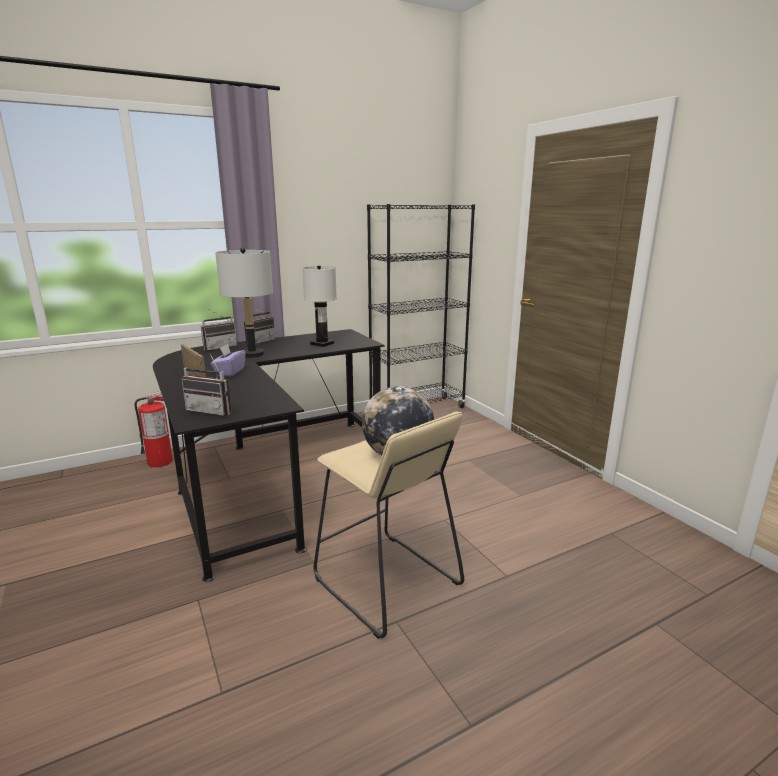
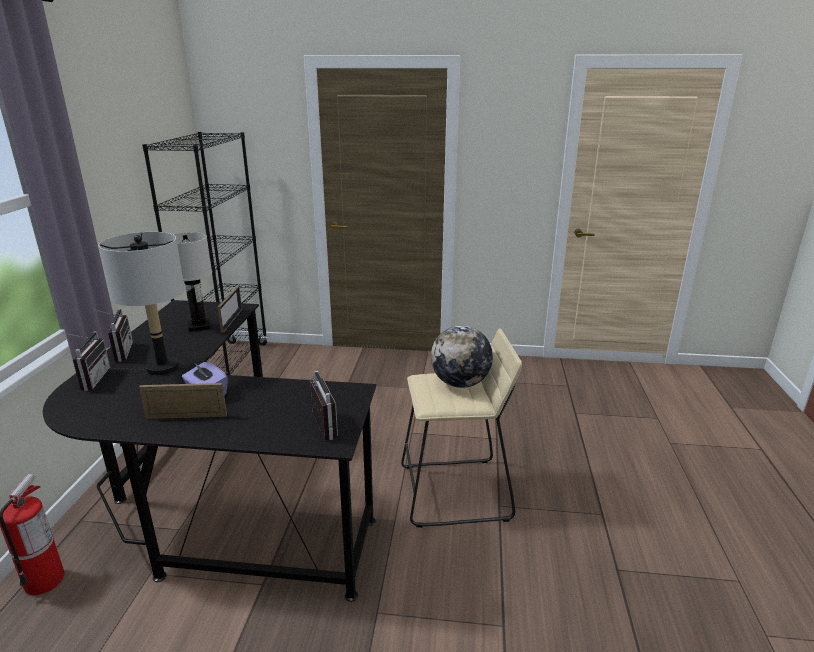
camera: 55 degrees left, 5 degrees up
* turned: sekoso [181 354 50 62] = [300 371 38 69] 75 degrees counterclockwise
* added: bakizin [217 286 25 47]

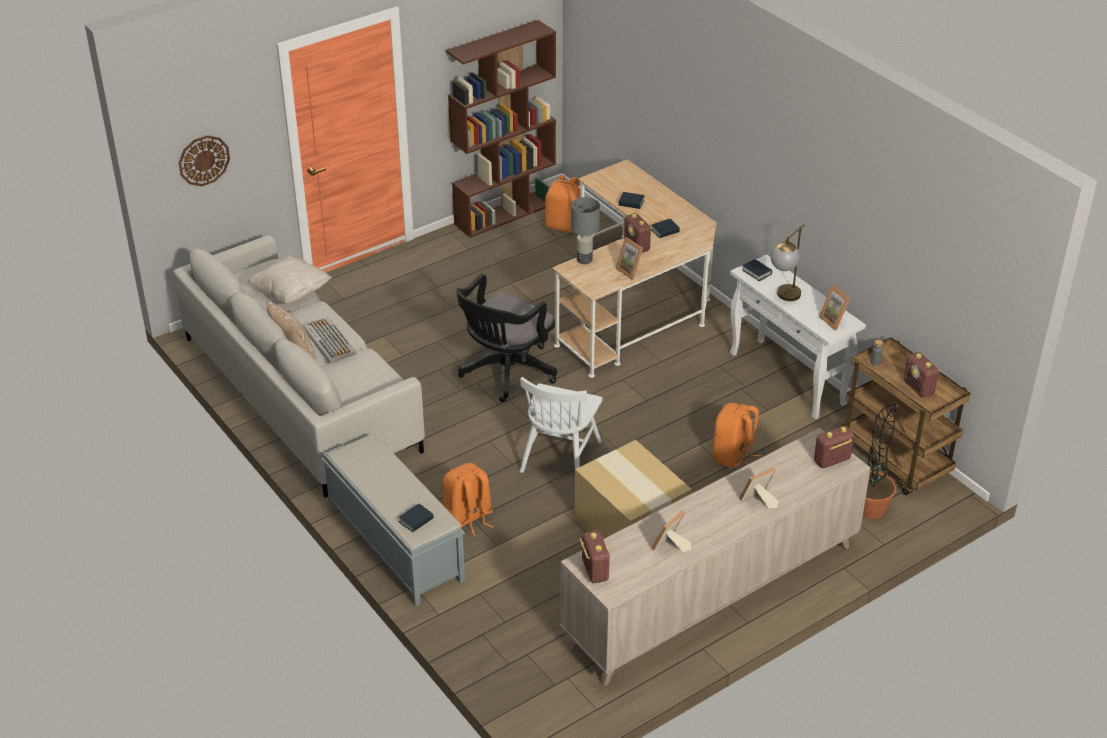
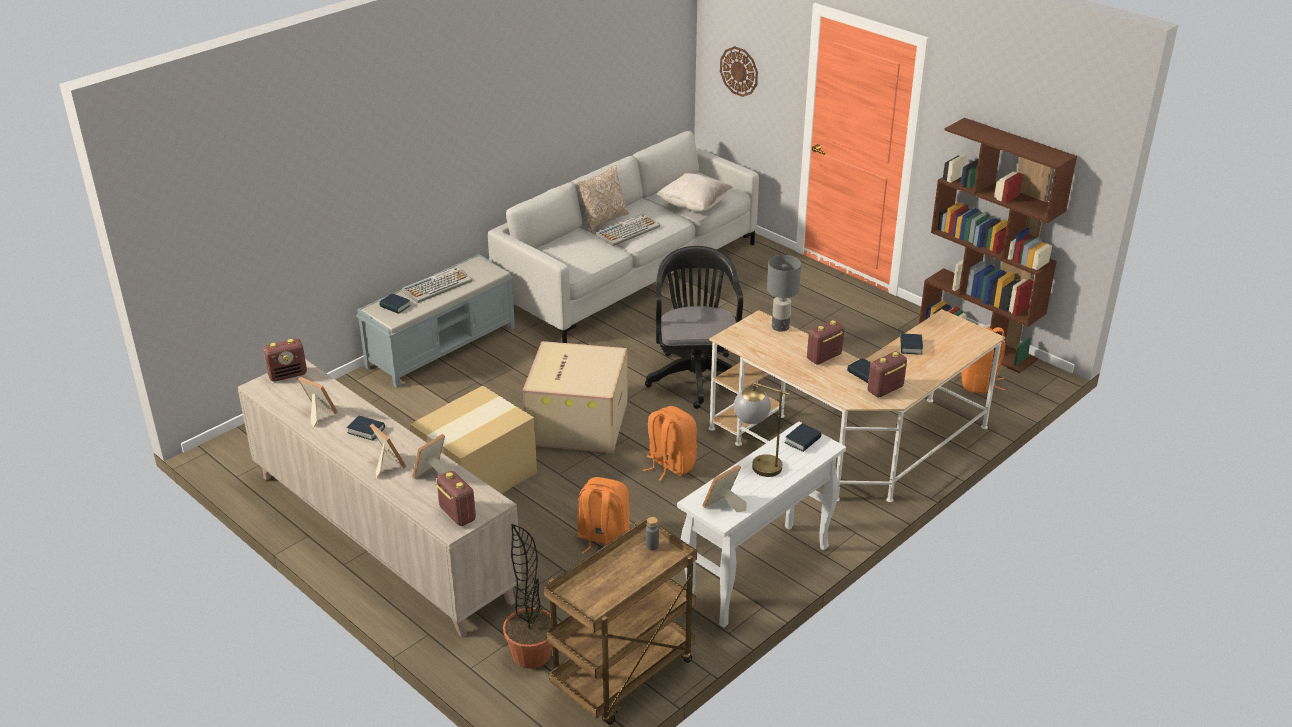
camera: 80 degrees right, 5 degrees down
* moved: bakizin [615 237 28 43] to [412 434 43 45]
* turned: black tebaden [456 274 101 128] = [645 246 98 163] 60 degrees clockwise
* moved: sekoso [904 352 36 46] to [868 351 39 47]
* replaced: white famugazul [520 377 83 96] to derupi [522 341 106 112]
* moved: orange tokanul [443 463 50 73] to [643 406 54 75]
* added: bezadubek [402 267 70 36]
* added: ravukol [347 416 38 25]

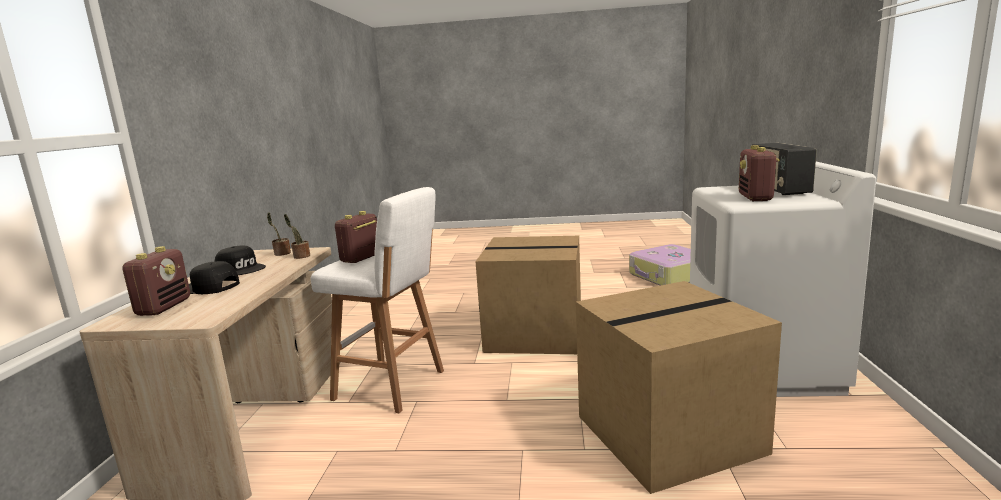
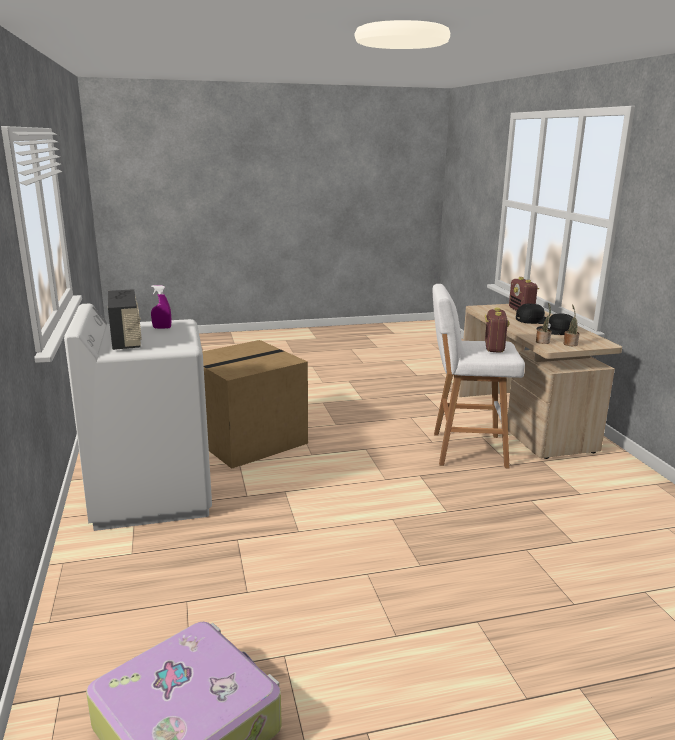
camera: 160 degrees right, 5 degrees up
* replaced: sekoso [739 145 41 56] to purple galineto [151 285 20 44]
* removed: derupi [475 236 106 118]

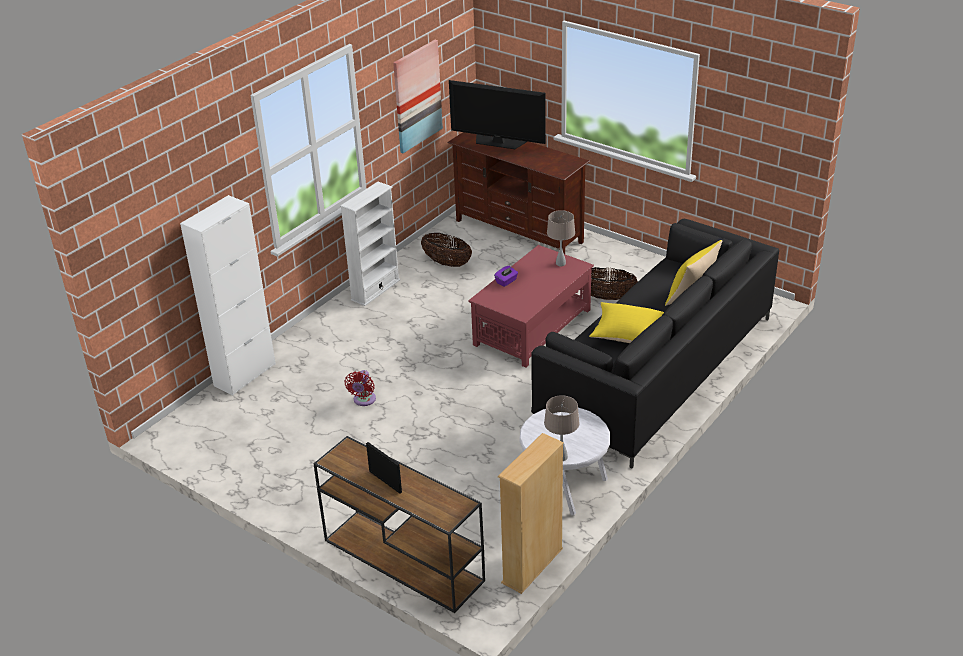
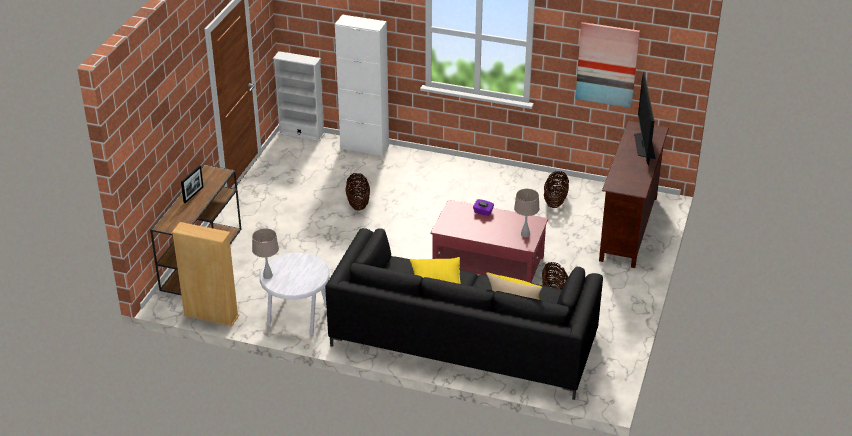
camera: 70 degrees right, 0 degrees up
* moved: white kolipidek [340 182 60 124] to [273 51 52 91]
* replaced: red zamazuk [344 370 32 36] to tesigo [345 173 25 38]

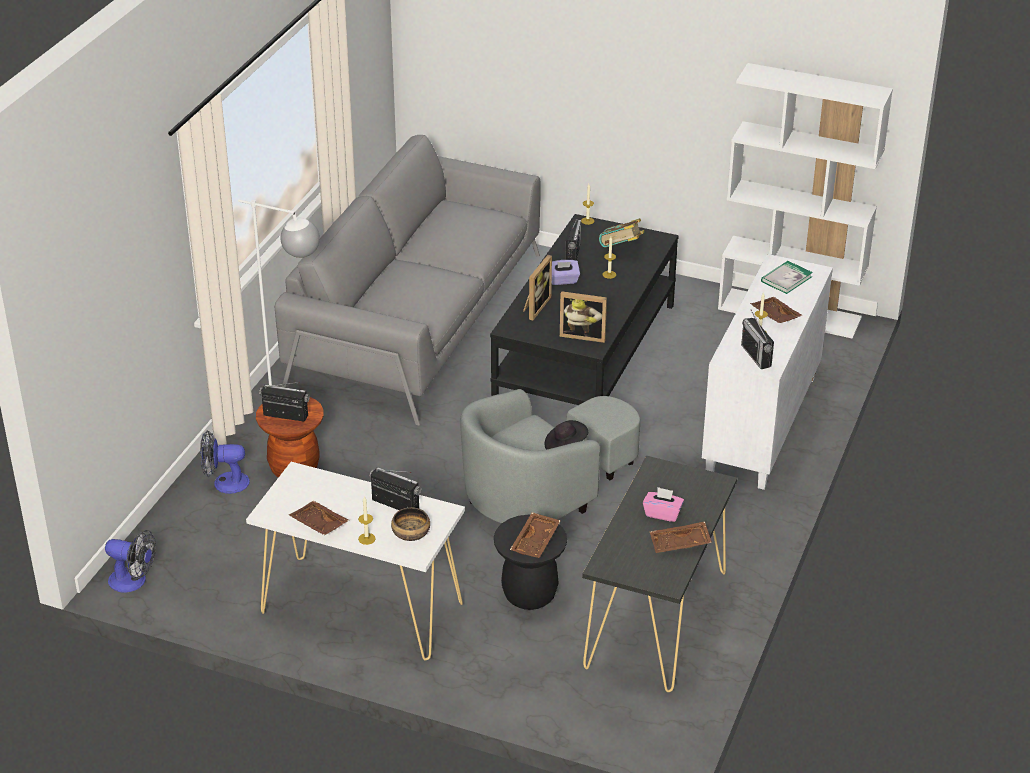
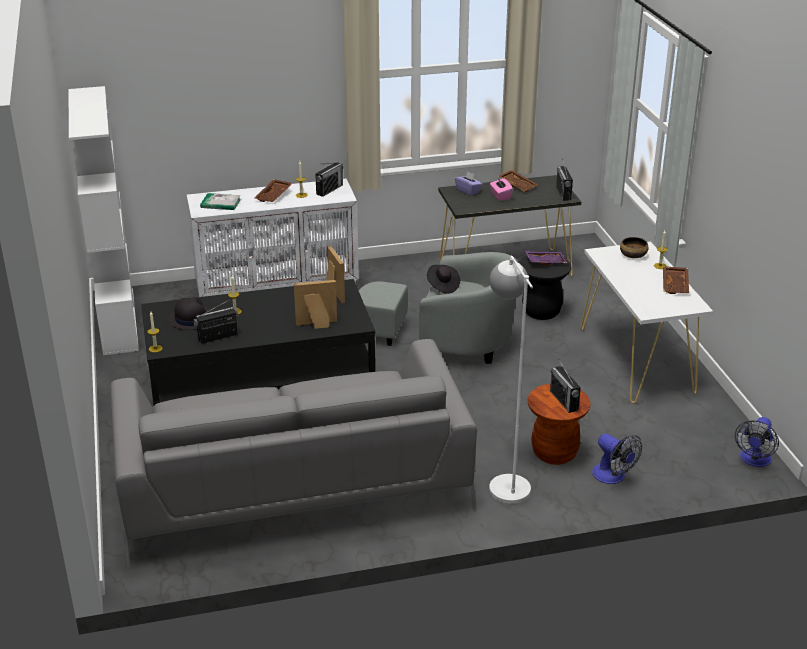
camera: 125 degrees left, 5 degrees down
* replaced: ravukol [599 218 45 29] to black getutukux [168 297 45 33]
* moved: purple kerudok [552 260 28 25] to [455 171 27 25]
* moved: sekoso [369 467 52 43] to [556 159 17 42]
* recoloured: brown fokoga [510 512 51 46] to purple fokoga [525 251 42 15]
* turned: zamazuk [105 530 51 63] = [735 417 44 50] 135 degrees counterclockwise

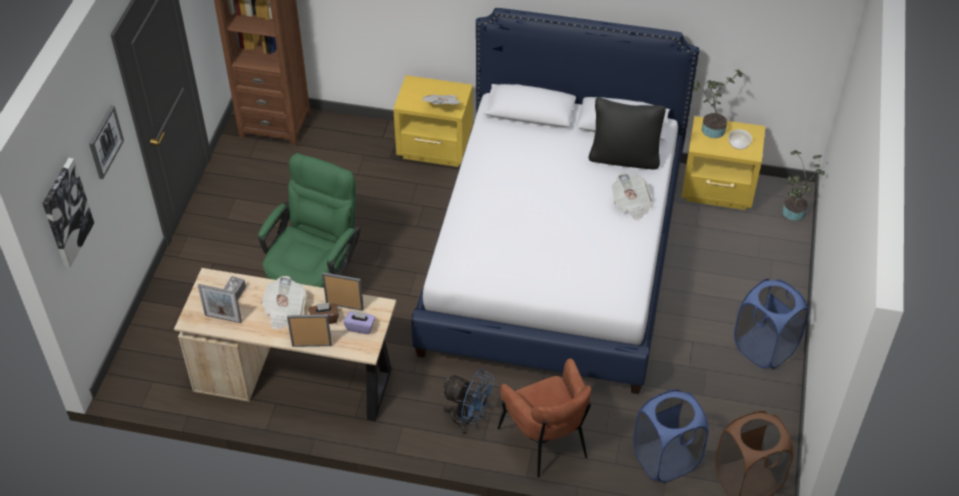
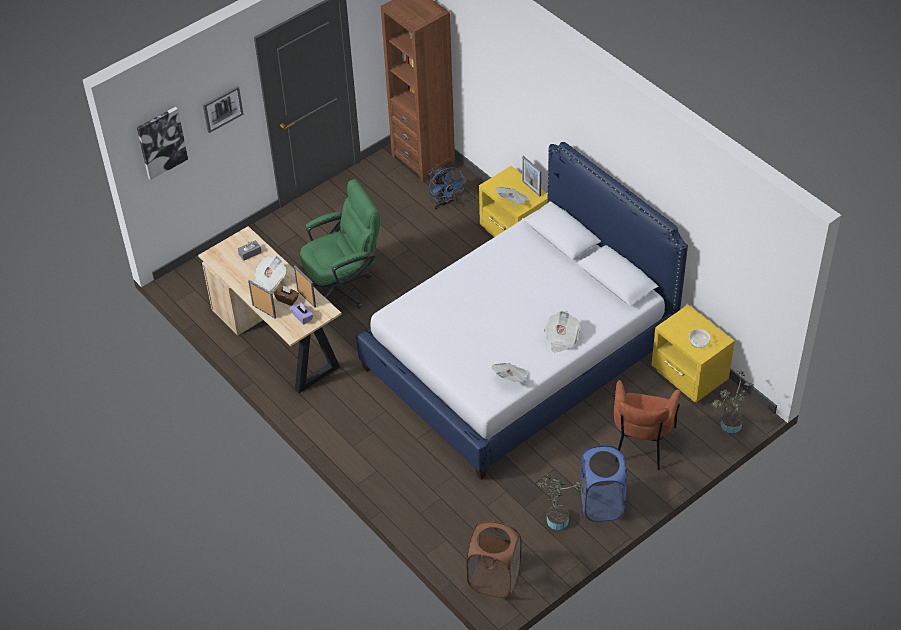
camera: 40 degrees right, 0 degrees up
* moved: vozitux [693 70 50 68] to [537 472 44 58]
* removed: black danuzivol [589 97 77 73]
* moved: bakizin [198 284 44 39] to [522 156 19 40]
* moved: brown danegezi [497 358 95 120] to [614 380 66 90]
* moved: blue zamazuk [442 369 53 65] to [429 164 37 45]
* removed: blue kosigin [633 389 76 94]
* added: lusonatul [492 363 37 19]

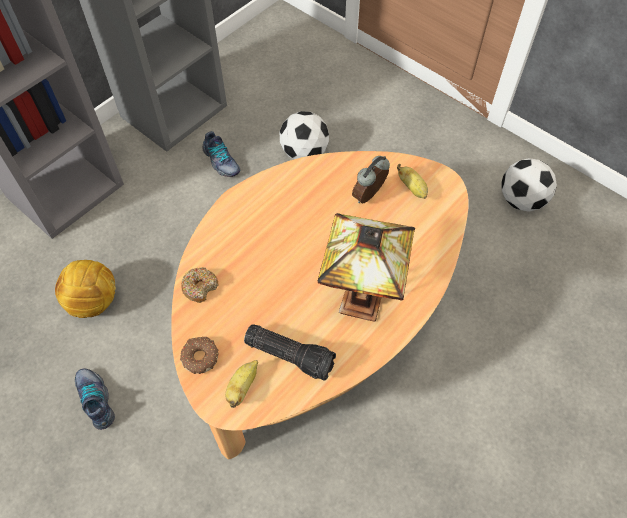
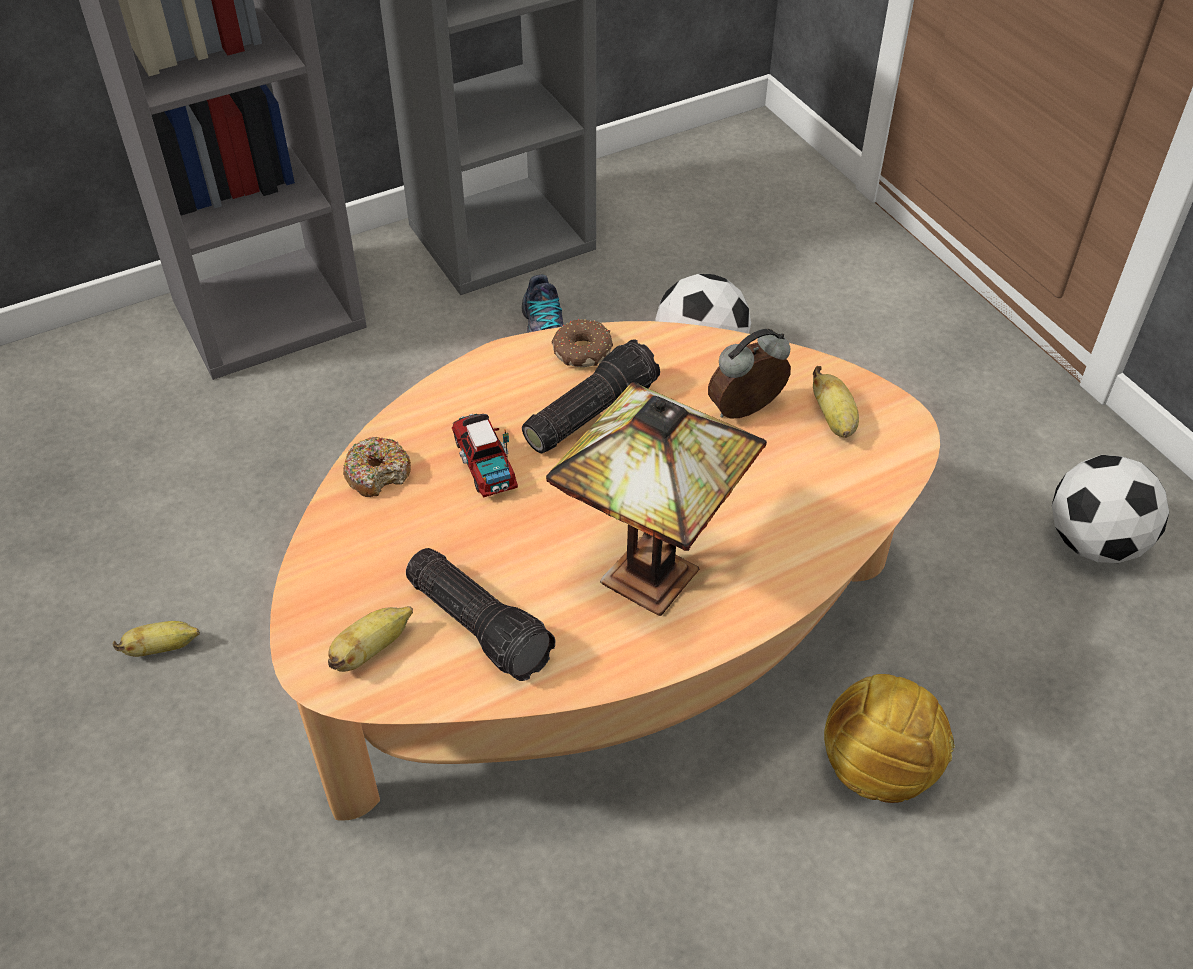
camera: 20 degrees right, 10 degrees down
* moved: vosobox [55 260 61 58] to [824 674 131 129]
* moved: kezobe [180 337 39 37] to [551 319 62 48]
* replaced: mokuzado [75 369 40 61] to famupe [113 621 87 36]
* added: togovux [522 339 138 114]
* added: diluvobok [452 414 66 83]

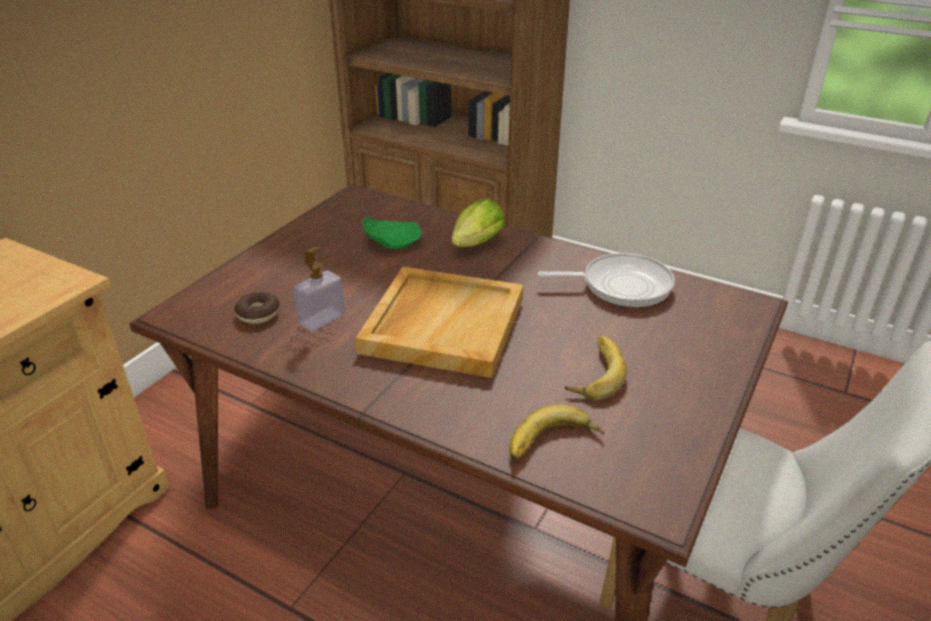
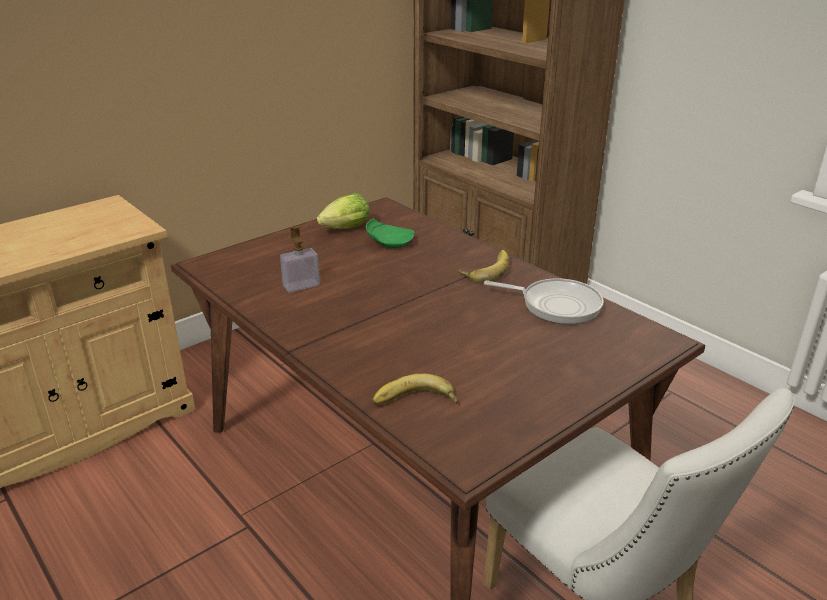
camera: 20 degrees right, 5 degrees down
* moved: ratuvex [452 198 53 49] to [317 193 53 36]
* removed: beige fokoga [355 267 168 111]
* removed: kezobe [234 292 46 32]
* moved: famupe [565 336 62 64] to [458 250 51 32]

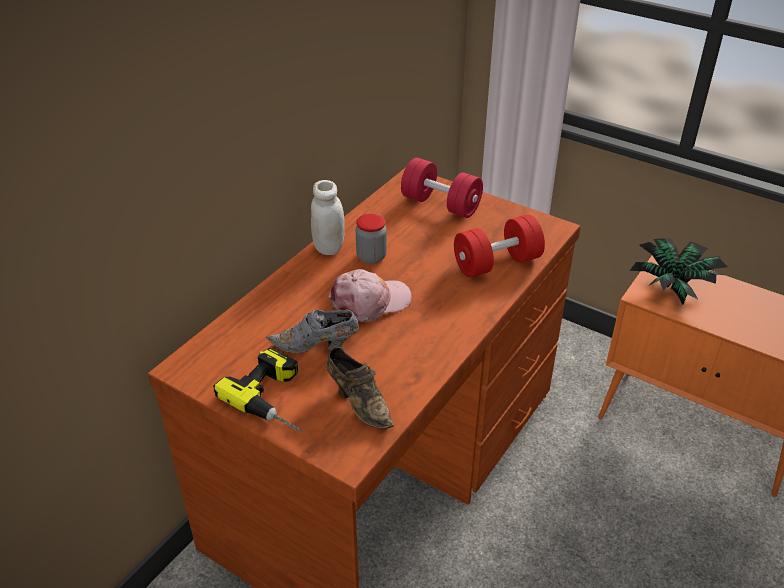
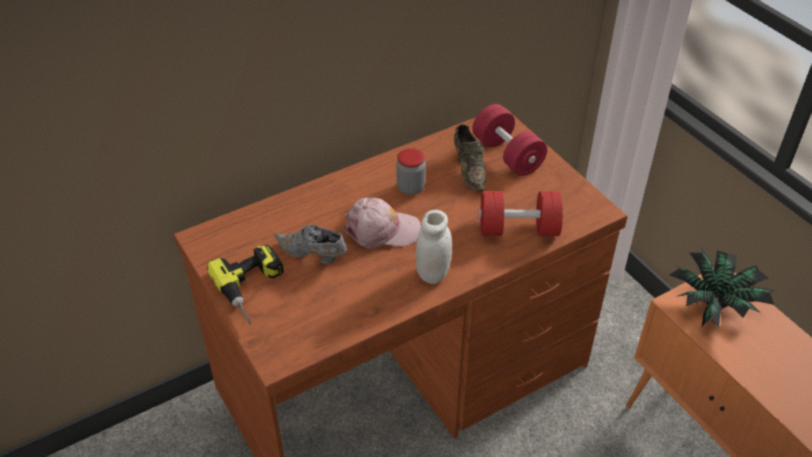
camera: 25 degrees right, 5 degrees up
* moved: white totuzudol [311 180 34 75] to [416 210 36 74]
* moved: brown mokuzado [326 347 68 82] to [454 124 32 67]

